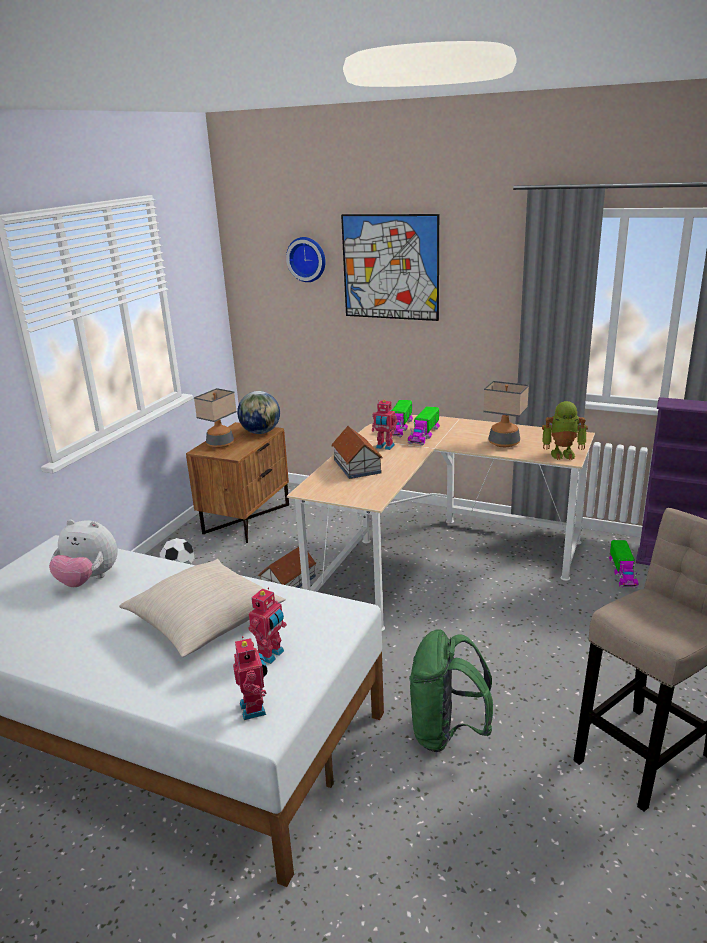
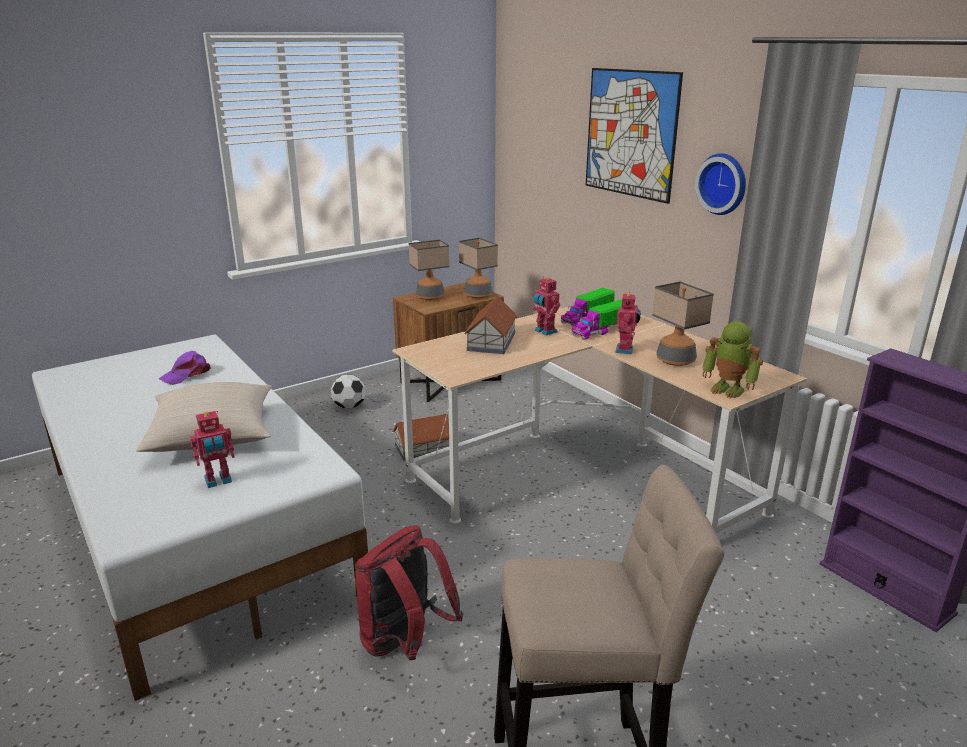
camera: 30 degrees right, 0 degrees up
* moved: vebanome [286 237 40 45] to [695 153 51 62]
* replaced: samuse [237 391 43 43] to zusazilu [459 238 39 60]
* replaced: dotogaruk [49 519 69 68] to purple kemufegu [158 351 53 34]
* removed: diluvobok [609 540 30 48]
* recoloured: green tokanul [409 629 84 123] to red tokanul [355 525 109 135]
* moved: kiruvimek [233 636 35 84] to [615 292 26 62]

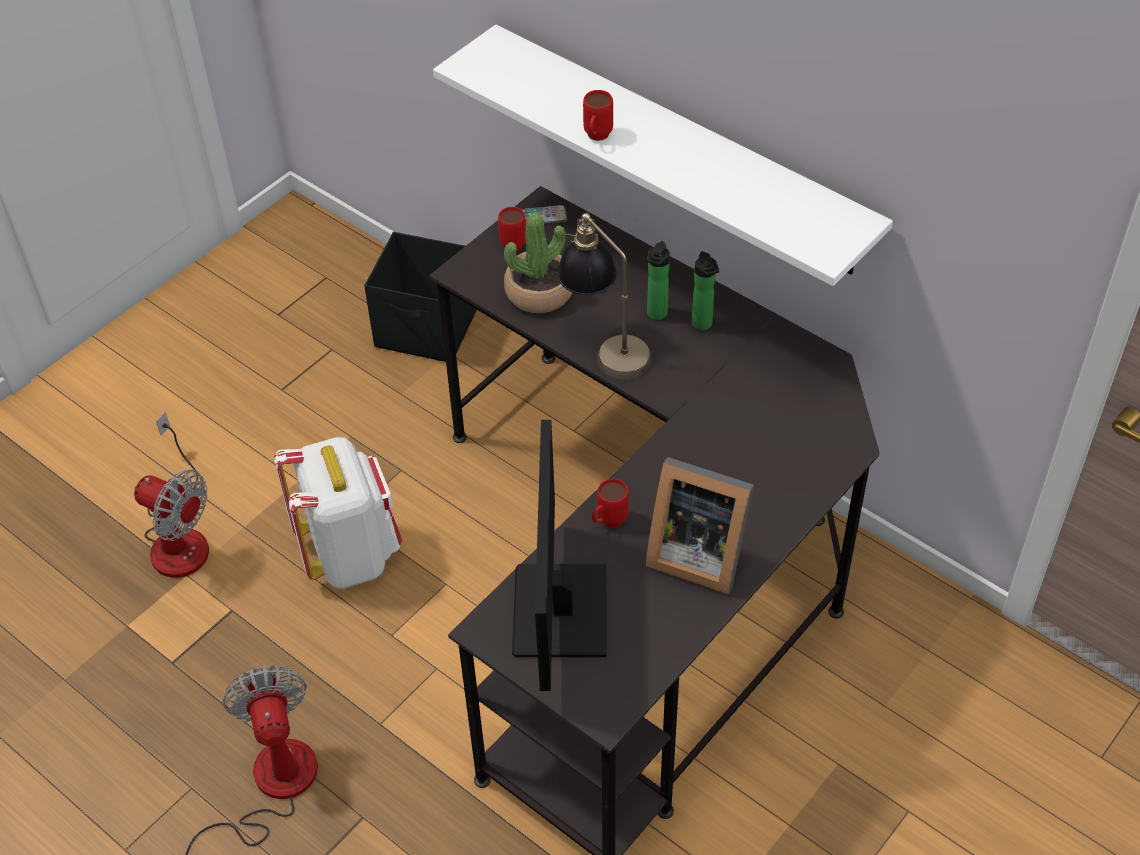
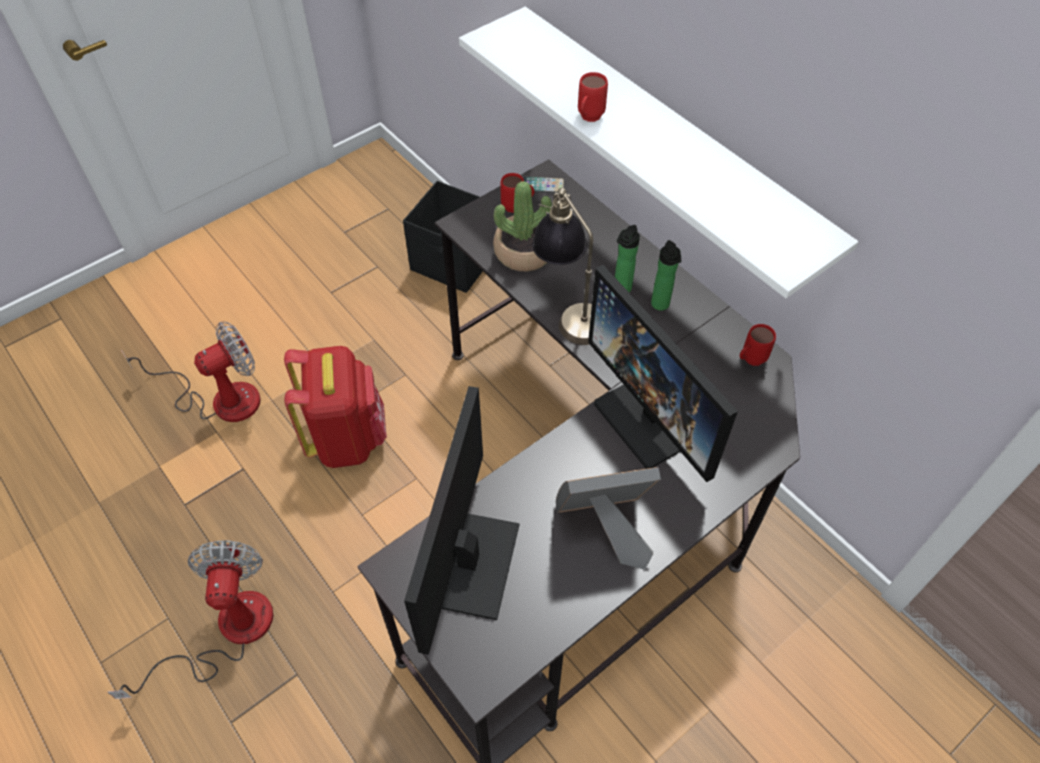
camera: 10 degrees right, 5 degrees up
* turned: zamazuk [134 412 75 166] = [121 321 140 101] 75 degrees counterclockwise
* recoloured: white tokanul [274 437 129 152] to red tokanul [284 346 103 122]
* turned: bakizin [646 457 108 137] = [556 467 105 103] 135 degrees clockwise
* moved: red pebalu [592 479 37 49] to [740 324 36 42]
* added: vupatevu [588 265 150 217]

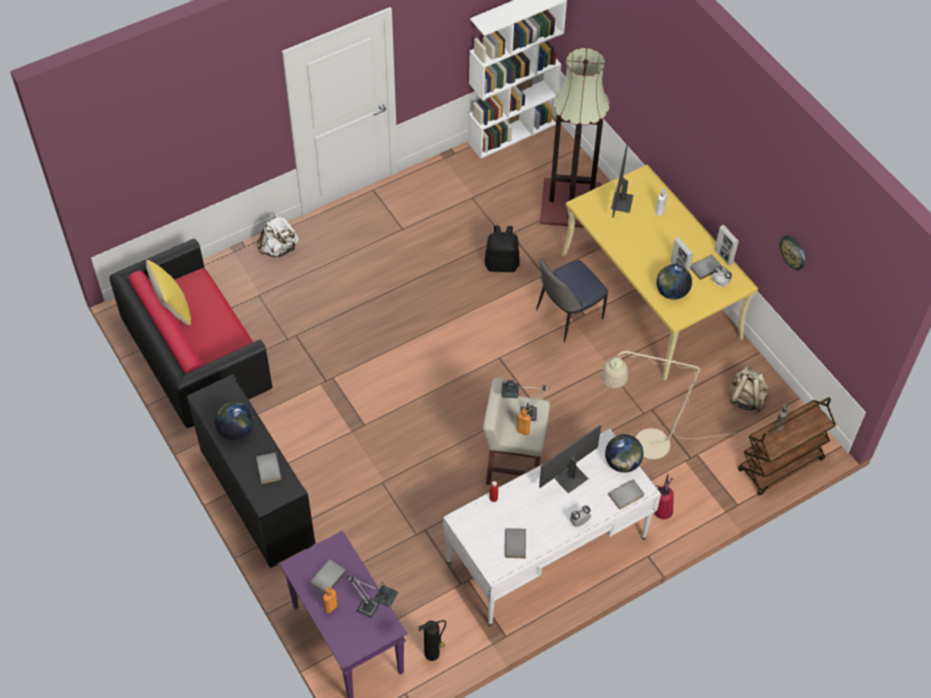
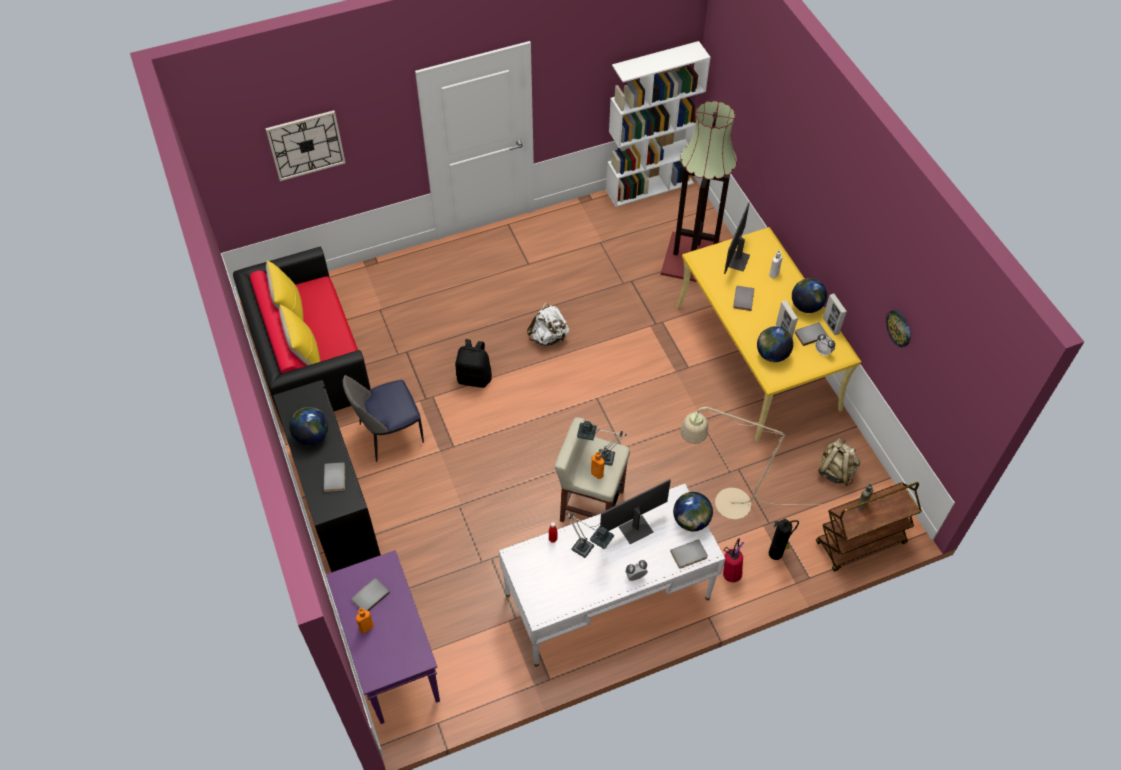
camera: 10 degrees right, 0 degrees up
* moved: white tokanul [257 214 42 43] to [527 303 42 43]
* moved: black tokanul [485 226 35 46] to [455 339 37 49]
* moved: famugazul [536 258 72 84] to [343 375 81 87]
* moved: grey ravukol [505 528 21 30] to [733 286 21 25]
* moved: zusazilu [347 575 51 43] to [567 512 47 46]
* moved: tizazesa [418 620 28 41] to [769 519 30 41]
* added: vebanome [265 110 81 71]
* added: samuse [792 278 35 35]
* added: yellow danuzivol [279 305 41 60]

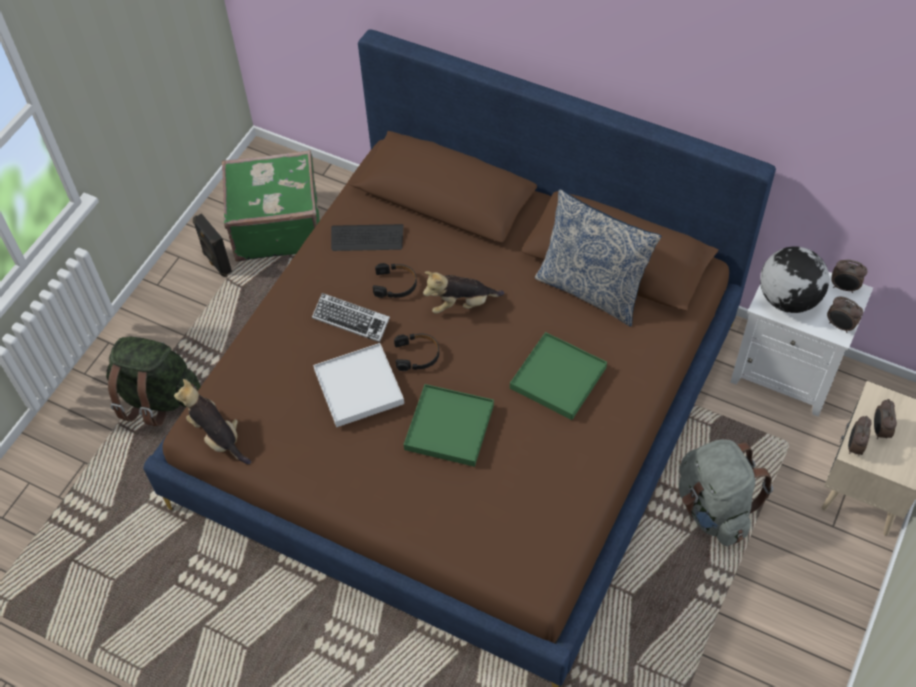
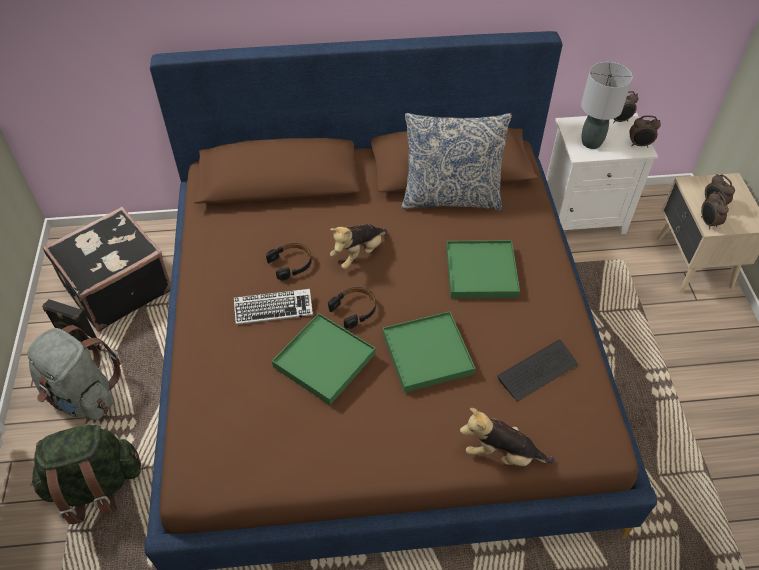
camera: 35 degrees left, 5 degrees down
* recoloured: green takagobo [222 150 98 112] to black takagobo [43 207 128 125]
* moved: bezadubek [331 224 72 27] to [497 340 81 61]
* replaced: samuse [760 247 69 66] to grey zusazilu [581 62 52 87]
* recoloured: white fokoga [313 343 91 84] to green fokoga [272 313 104 92]
* moved: dotogaruk [174 379 77 85] to [460 408 95 58]
* moved: grey tokanul [679 439 94 107] to [27 325 94 95]

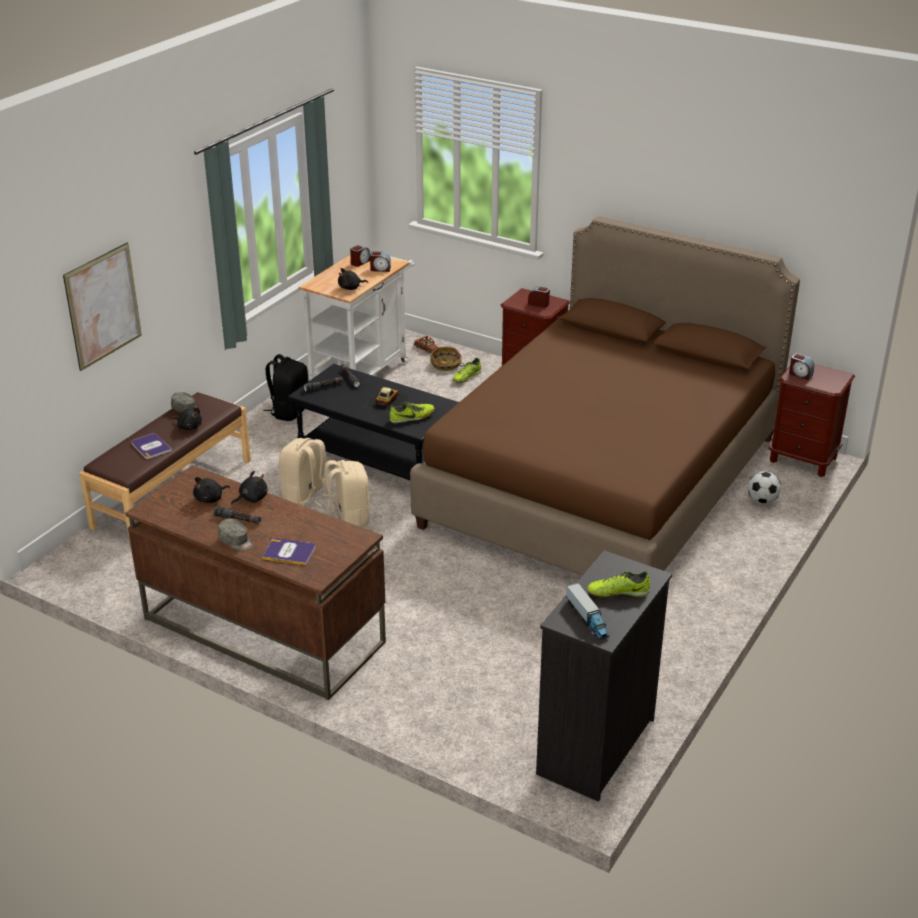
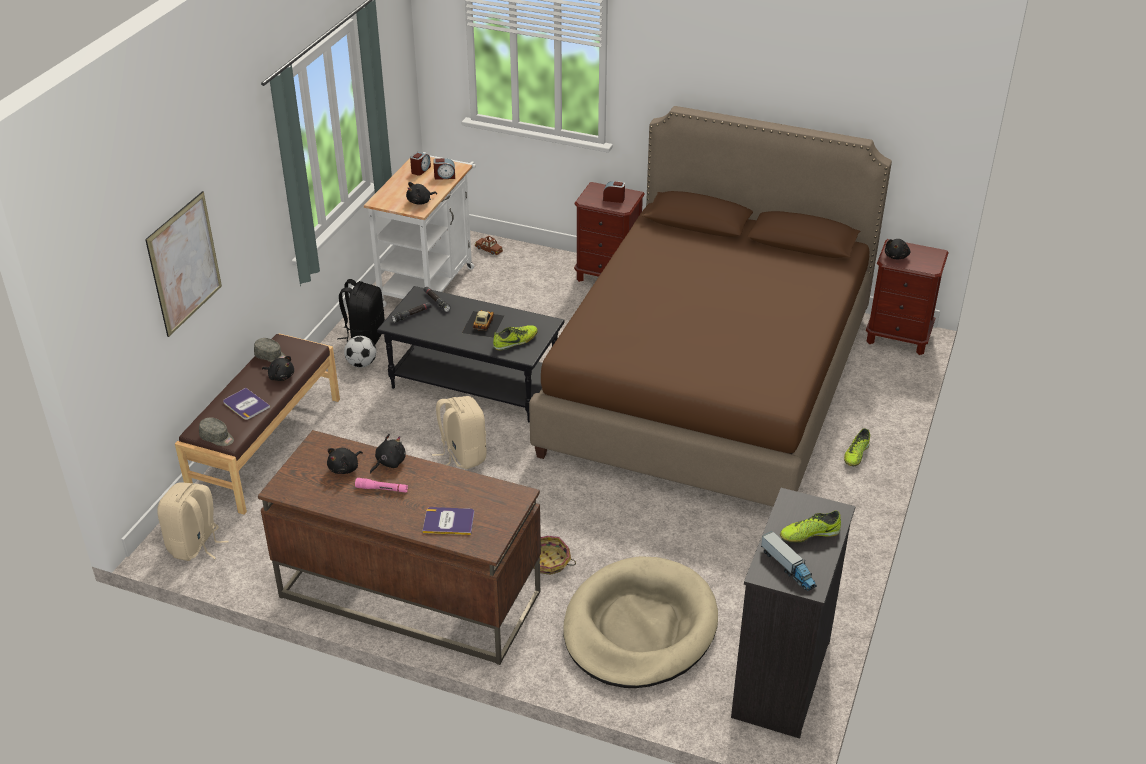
camera: 10 degrees left, 5 degrees up
* moved: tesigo [430 347 35 24] to [534 536 42 39]
* replaced: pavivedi [789 354 25 26] to black dotogaruk [885 239 25 20]
* moved: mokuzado [453 358 28 25] to [844 428 26 38]
* moved: beige tokanul [279 438 55 69] to [157 482 72 79]
* moved: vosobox [748 471 33 33] to [344 336 32 31]
* recoloured: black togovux [213 506 48 18] to pink togovux [355 478 53 15]
* moved: grey kemufegu [218 519 35 32] to [199 417 35 29]
* added: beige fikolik [563 556 155 132]

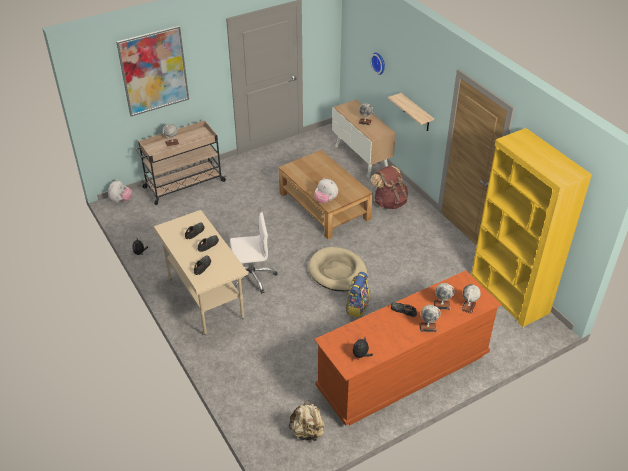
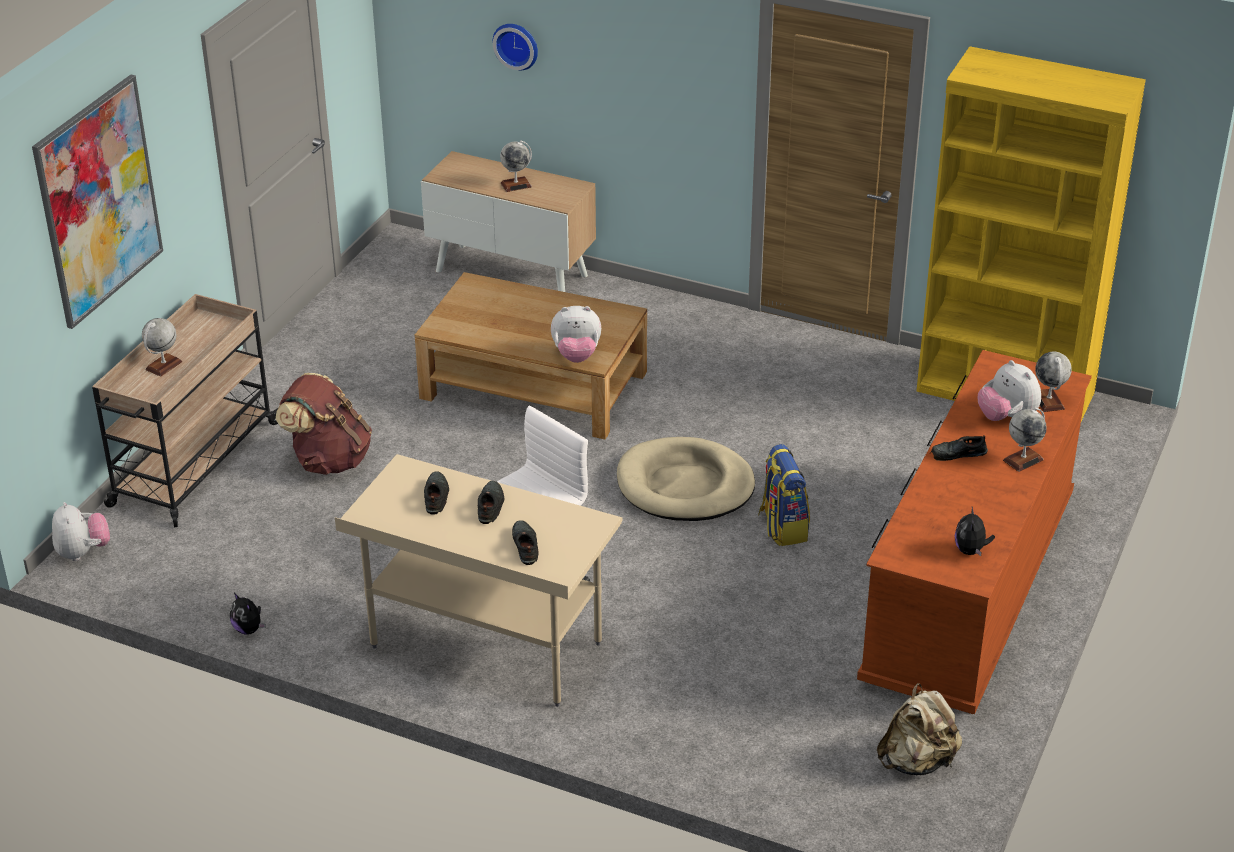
camera: 35 degrees left, 5 degrees down
* removed: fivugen [388 93 46 38]
* moved: brown tokanul [371 166 37 43] to [275 373 97 102]
* replaced: samuse [434 283 21 27] to dotogaruk [977 360 64 61]

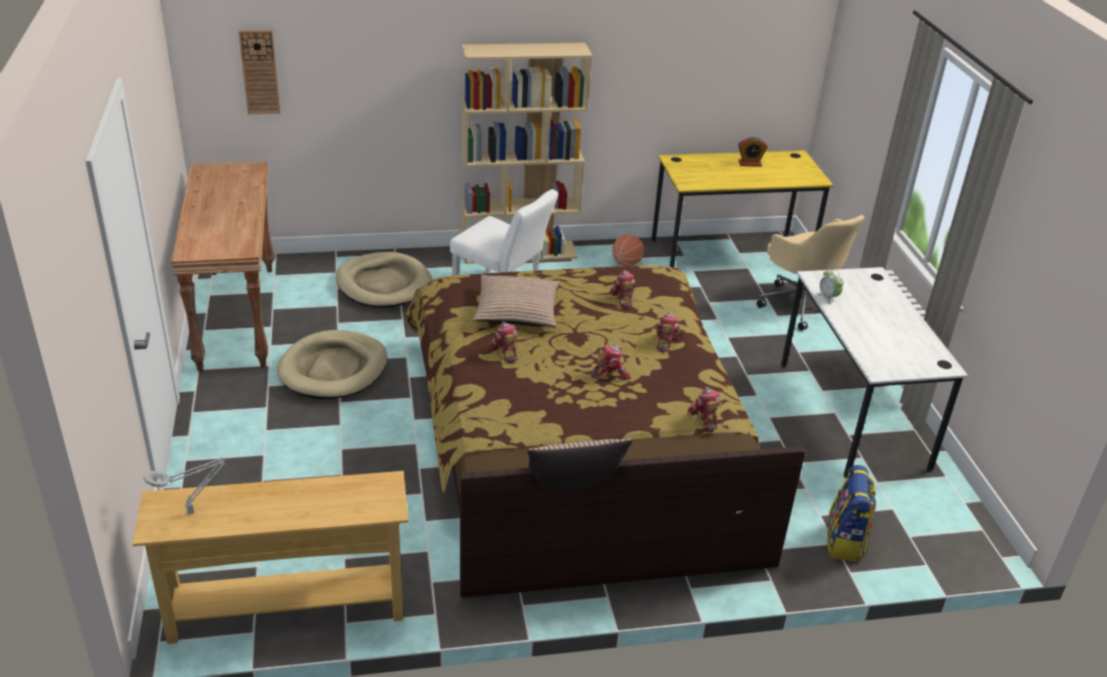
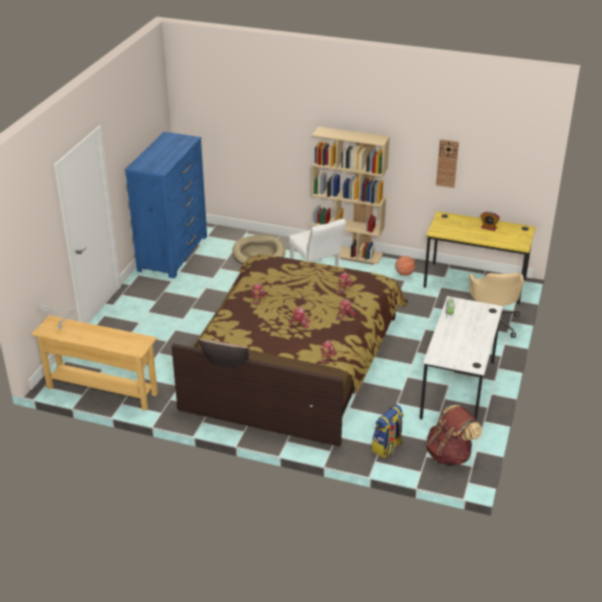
camera: 30 degrees right, 0 degrees up
* moved: vebanome [238 30 43 84] to [436 139 23 49]
* replaced: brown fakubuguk [171 162 103 210] to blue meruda [125 132 82 147]
* removed: danuzivol [473 275 86 52]
* removed: beige fikolik [277 330 110 69]
* added: brown tokanul [426 405 56 60]

